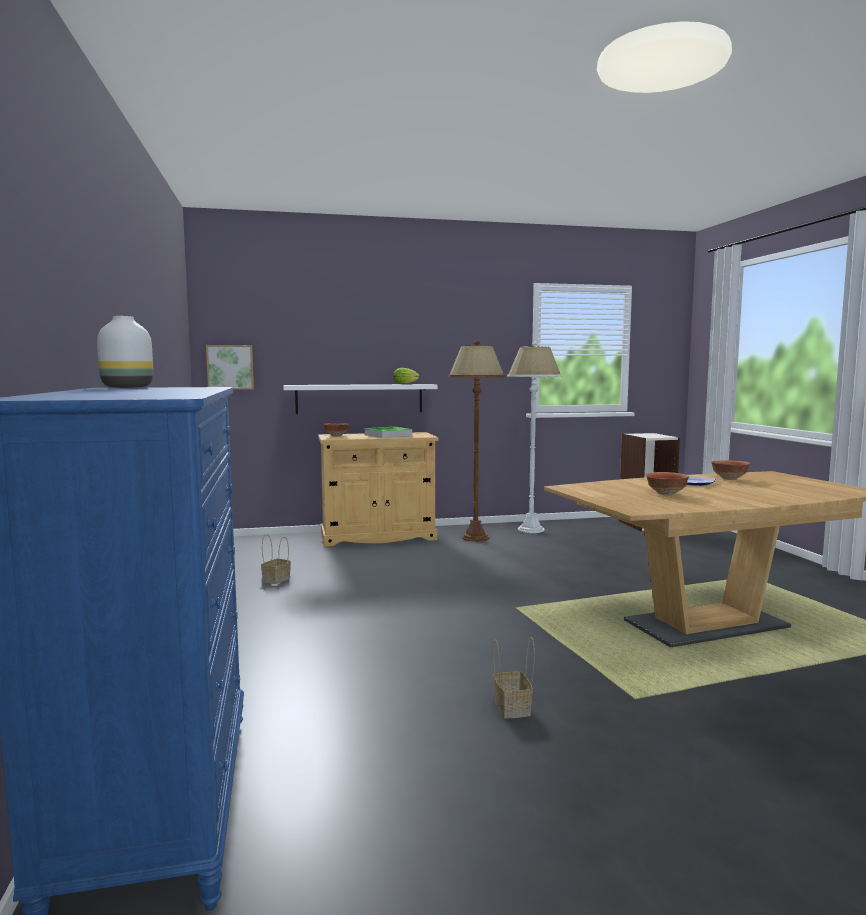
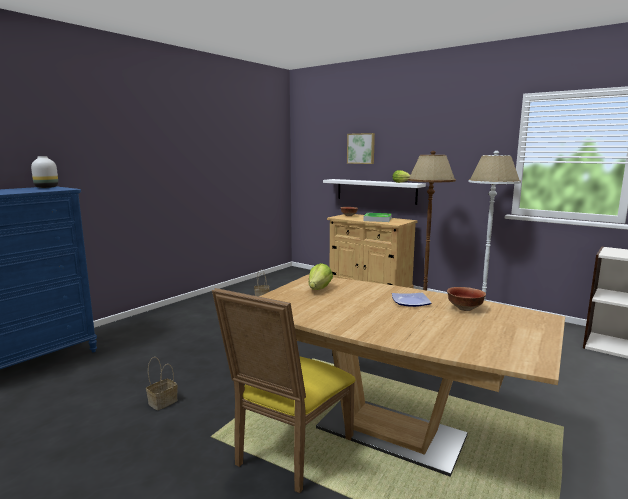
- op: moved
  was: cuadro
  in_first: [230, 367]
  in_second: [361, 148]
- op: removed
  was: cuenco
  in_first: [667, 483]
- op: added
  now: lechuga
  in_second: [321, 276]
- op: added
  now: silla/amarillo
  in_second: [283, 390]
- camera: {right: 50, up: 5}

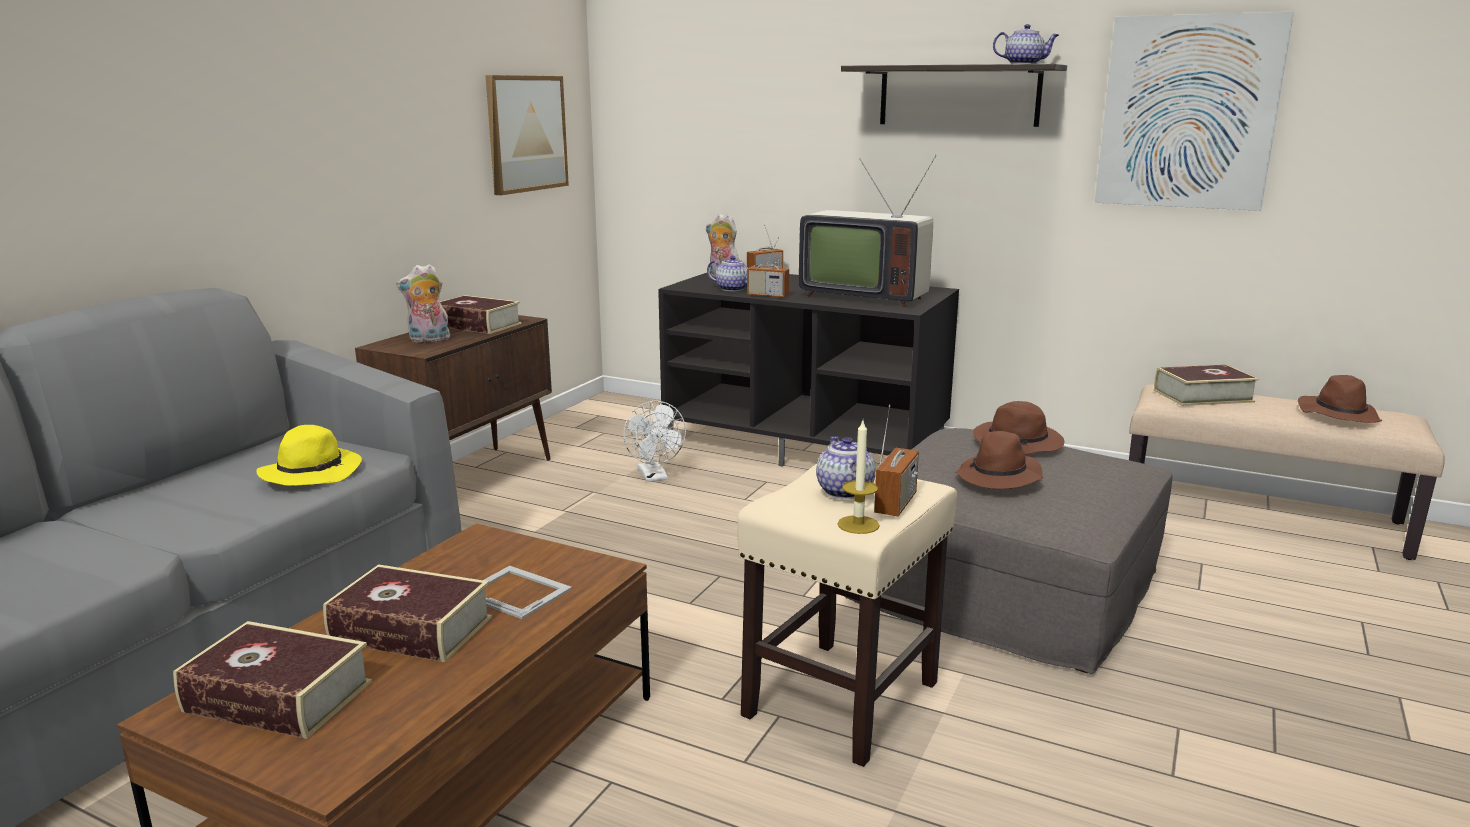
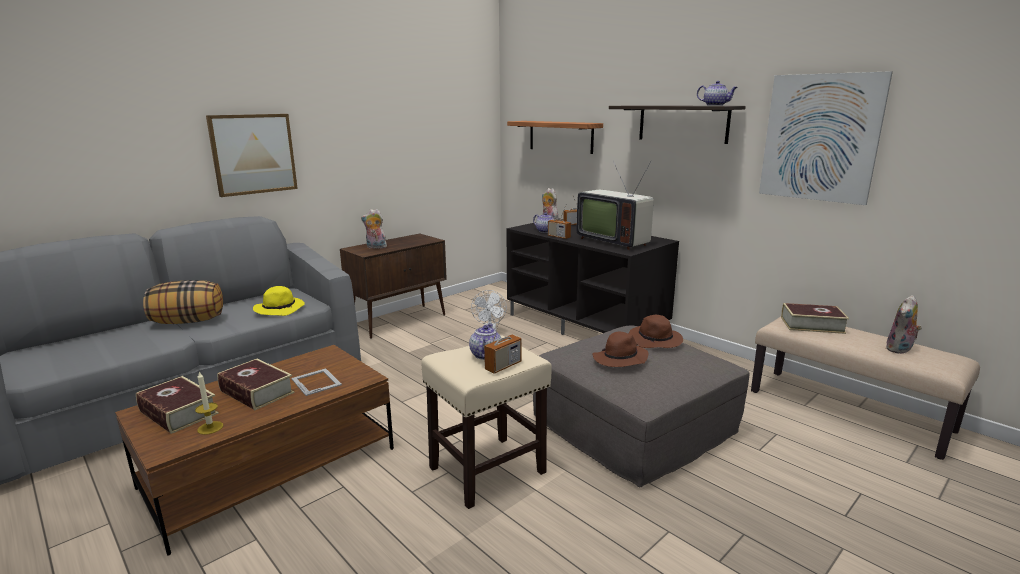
- op: moved
  was: cuadro
  in_first: [527, 135]
  in_second: [252, 155]
- op: removed
  was: libro
  in_first: [480, 314]
- op: replaced
  was: sombrero/marrón
  now: peluche
  in_first: [1340, 399]
  in_second: [904, 324]
- op: moved
  was: vela
  in_first: [858, 477]
  in_second: [209, 403]
- op: added
  now: estante
  in_second: [555, 137]
- op: added
  now: cojín
  in_second: [183, 302]
- camera: {right: 20, up: 0}

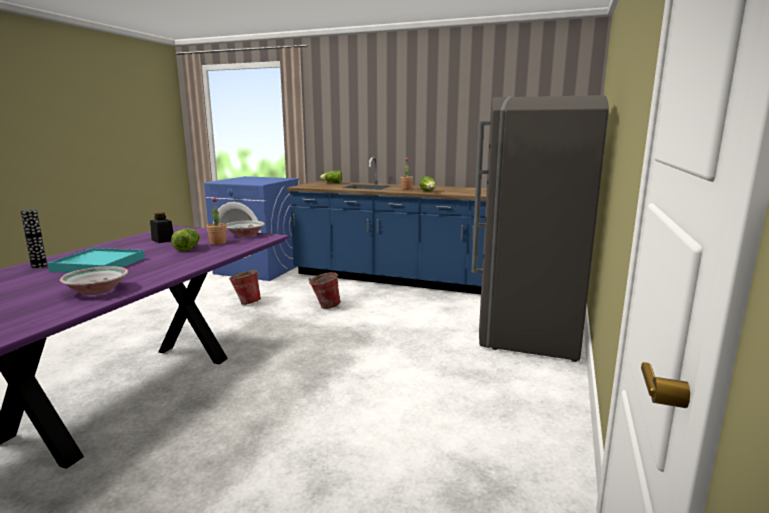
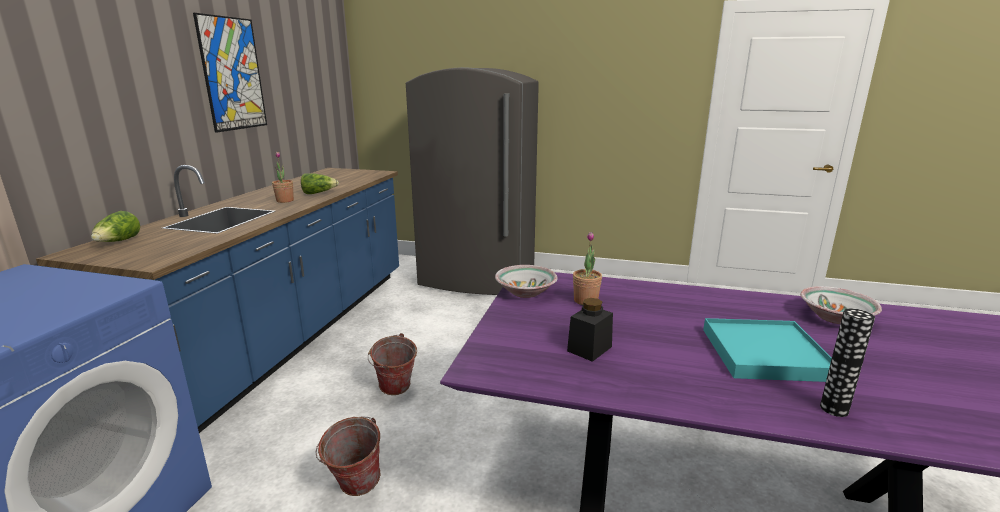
- op: removed
  was: lechuga
  in_first: [185, 240]
- op: added
  now: cuadro
  in_second: [230, 73]
- camera: {right: -95, up: 5}

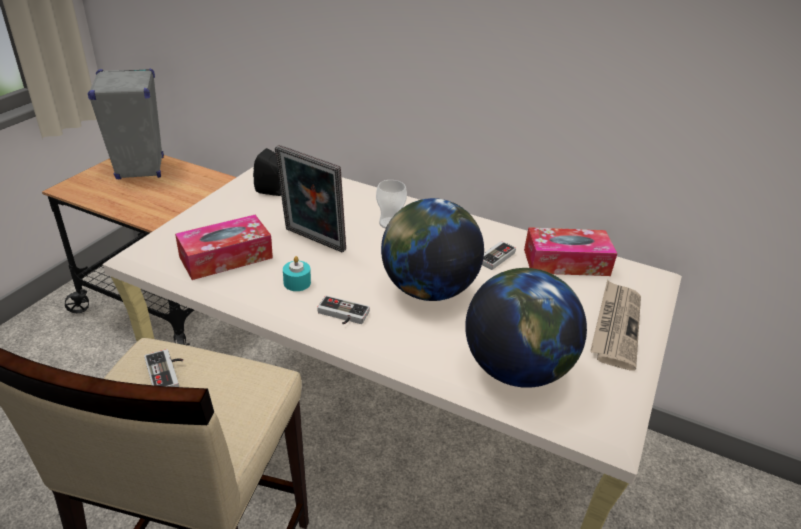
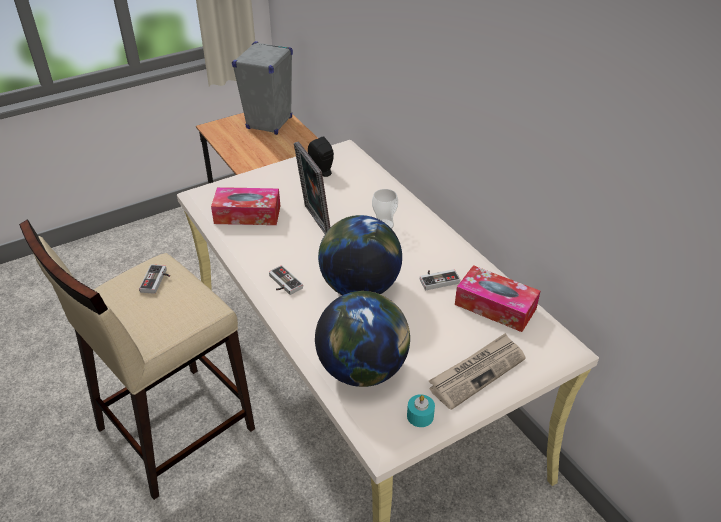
- op: moved
  was: vela/turquesa
  in_first: [297, 273]
  in_second: [421, 410]
- camera: {right: 35, up: 5}

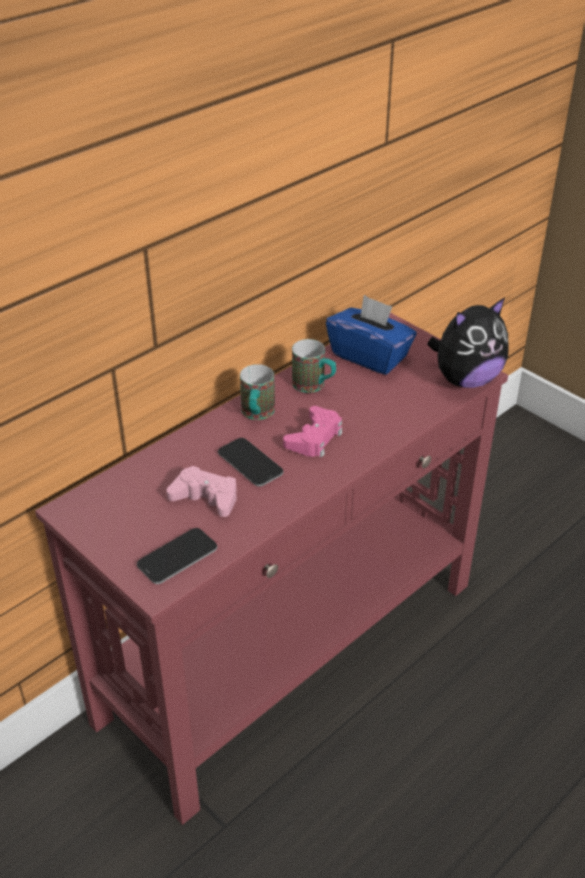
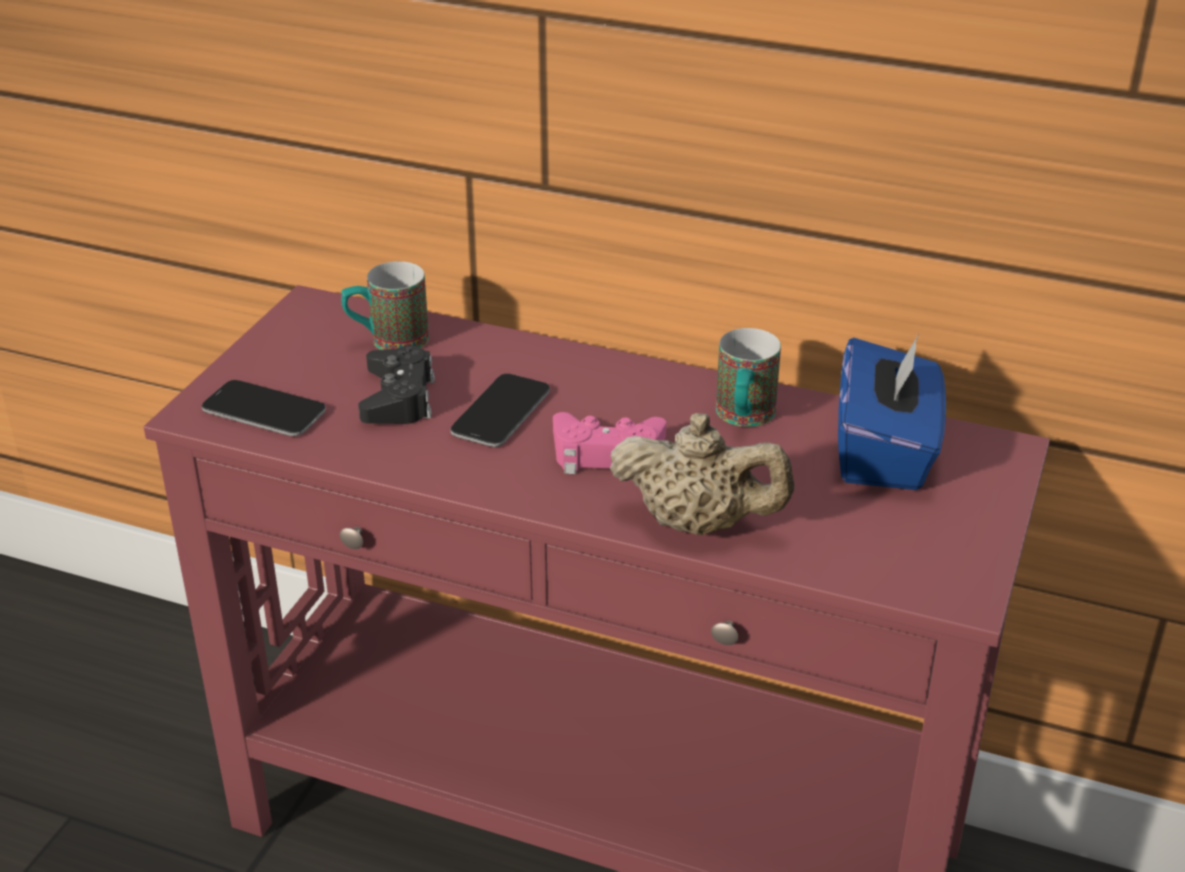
- op: removed
  was: peluche
  in_first: [467, 342]
- op: moved
  was: taza grande
  in_first: [257, 392]
  in_second: [385, 305]
- op: recoloured
  was: mando de consola/rosa
  now: mando de consola/negro
  in_first: [202, 491]
  in_second: [396, 385]
- op: added
  now: tetera/beis
  in_second: [702, 474]
- camera: {right: 65, up: -5}

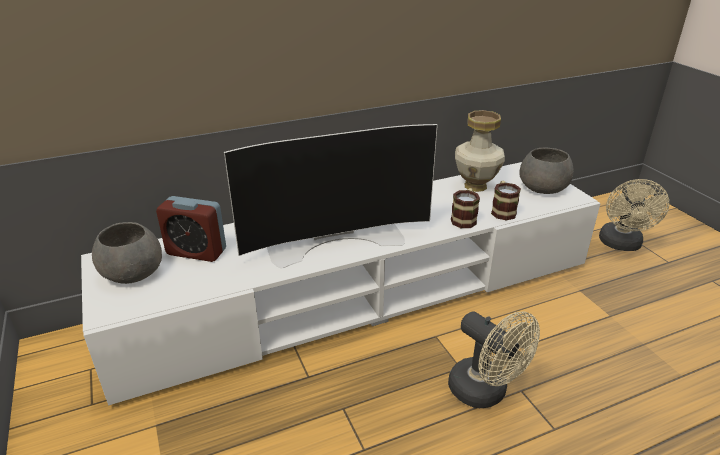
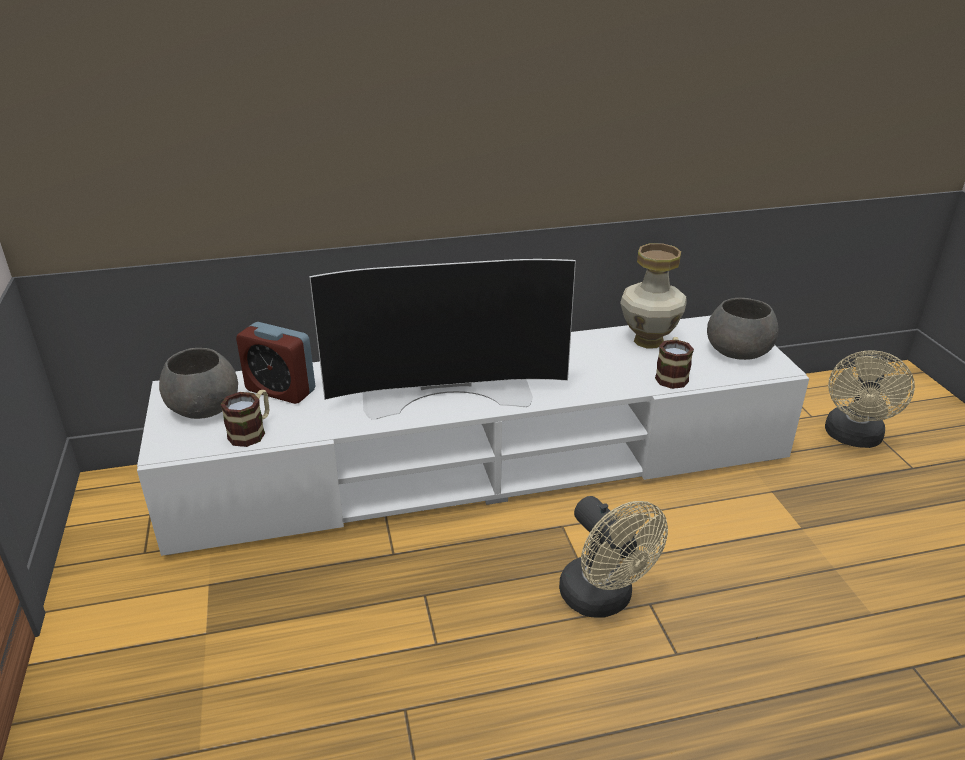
- op: moved
  was: taza grande
  in_first: [465, 208]
  in_second: [245, 418]
- camera: {right: 10, up: 0}

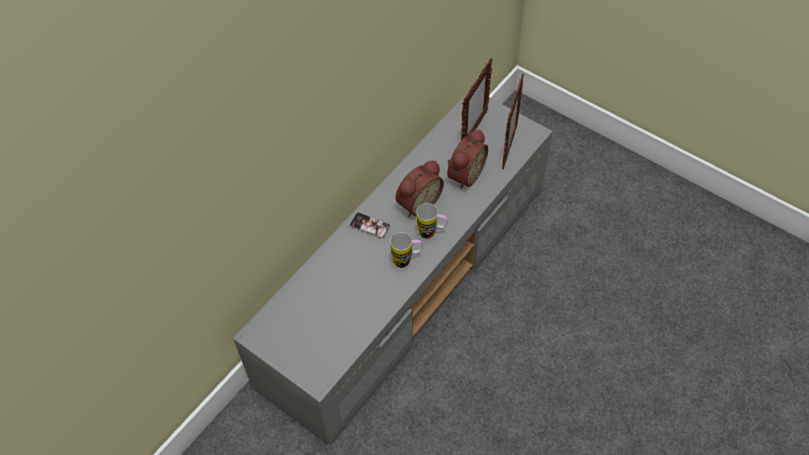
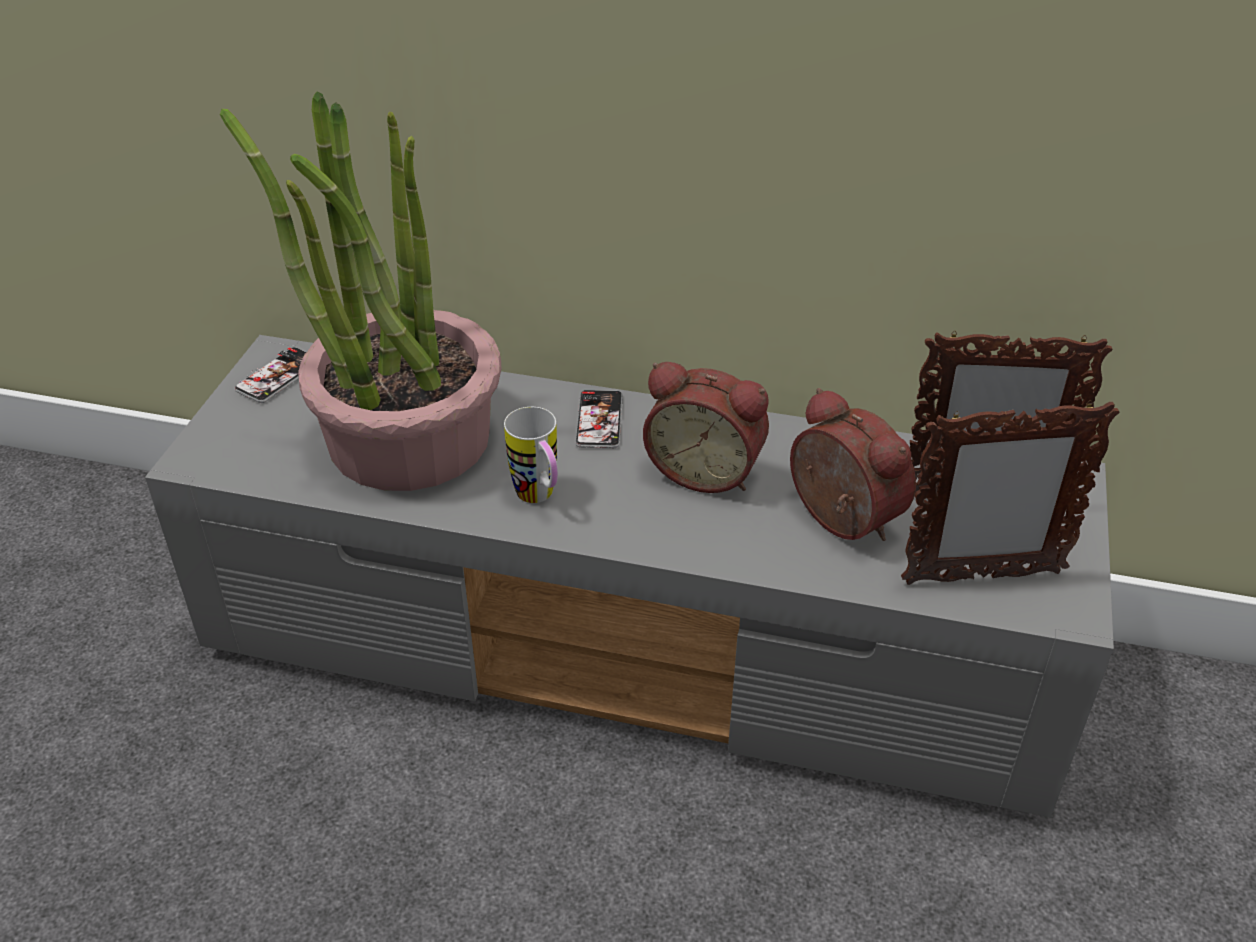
- op: turned
  was: despertador
  in_first: [467, 159]
  in_second: [853, 464]
  clockwise: -135
- op: removed
  was: taza grande
  in_first: [432, 221]
- op: added
  now: planta en maceta
  in_second: [360, 291]
- op: added
  now: móvil
  in_second: [270, 375]
- camera: {right: 65, up: -15}

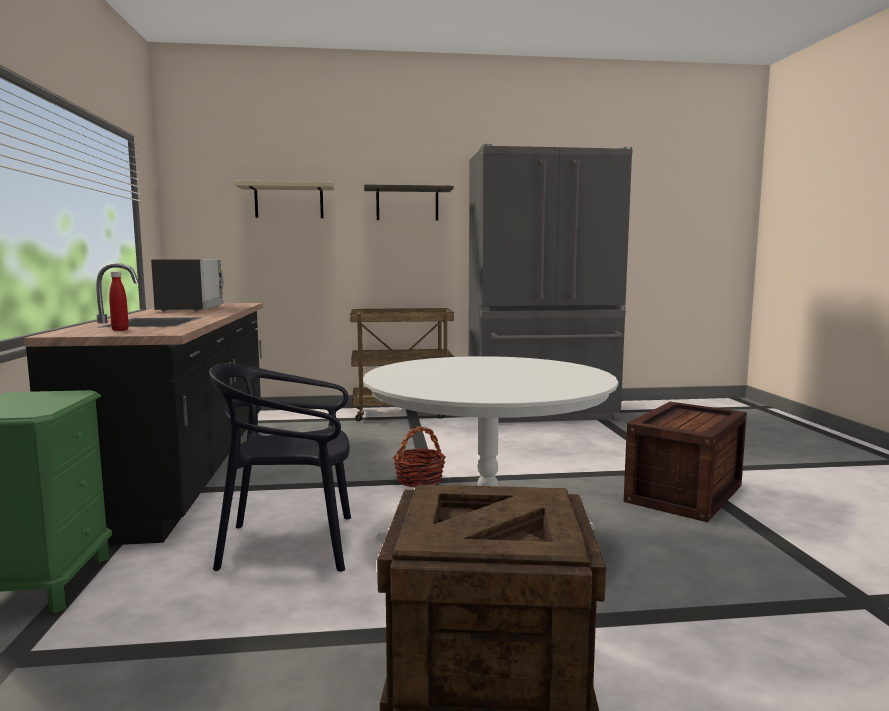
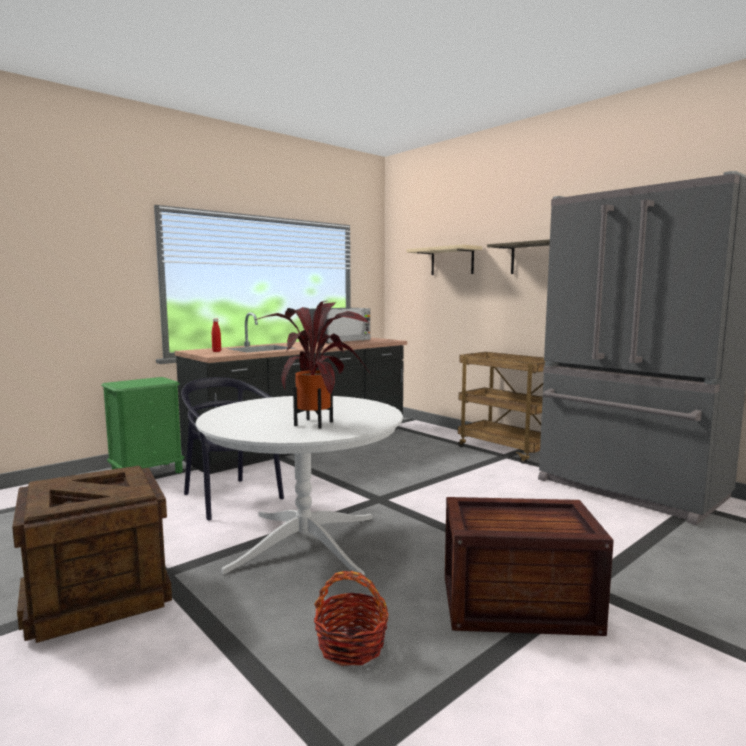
- op: moved
  was: cesta
  in_first: [419, 456]
  in_second: [351, 618]
- op: added
  now: planta en maceta
  in_second: [312, 365]
- camera: {right: 55, up: 0}

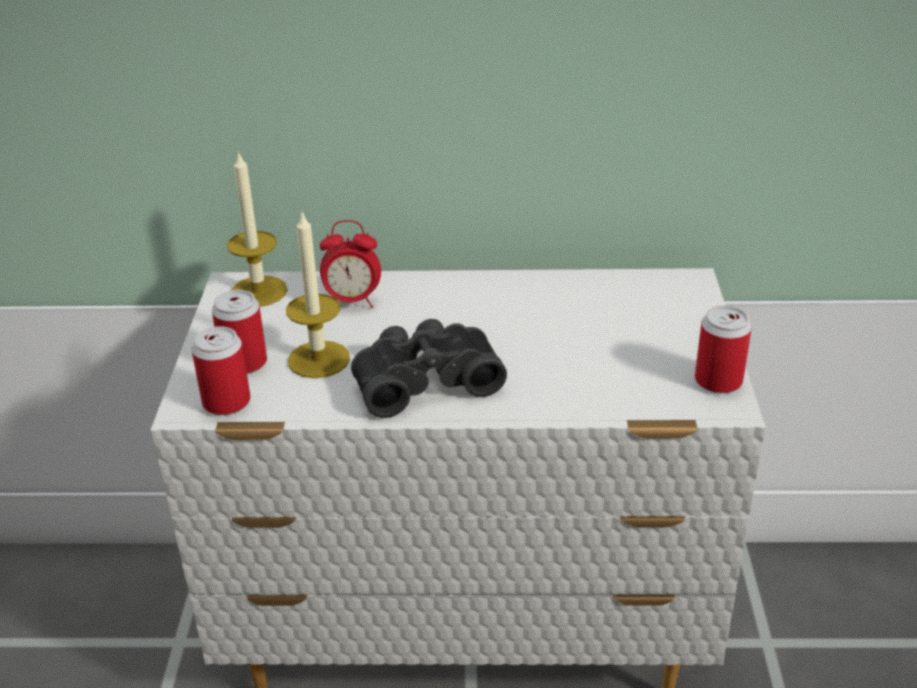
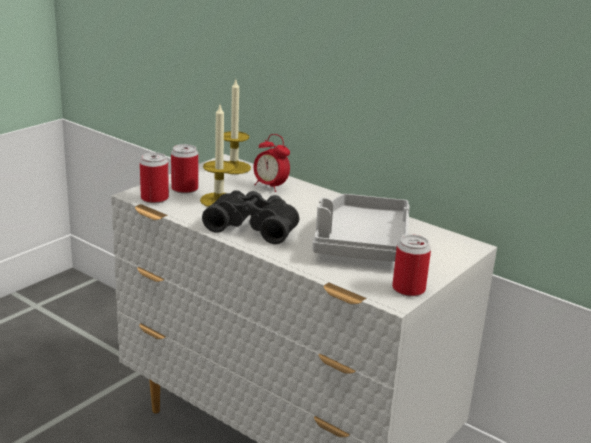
- op: added
  now: bandeja/gris
  in_second: [361, 228]
- camera: {right: 35, up: -10}

